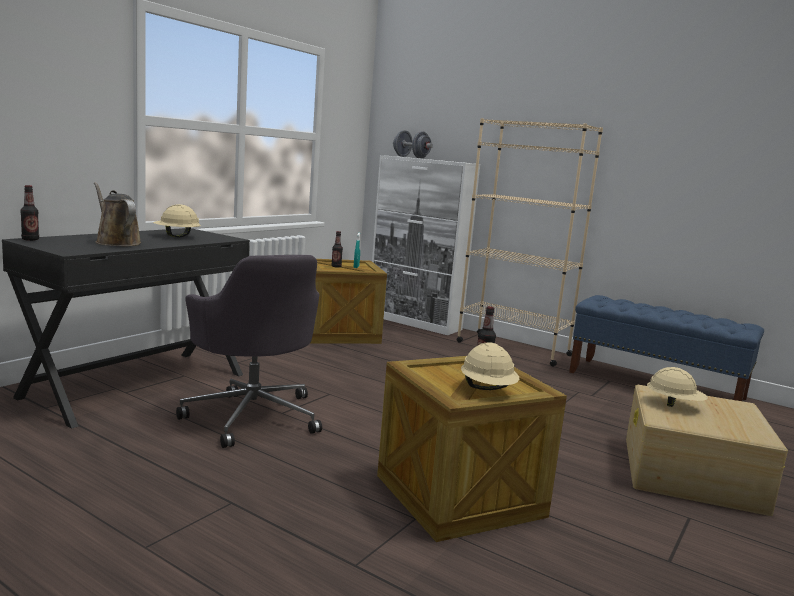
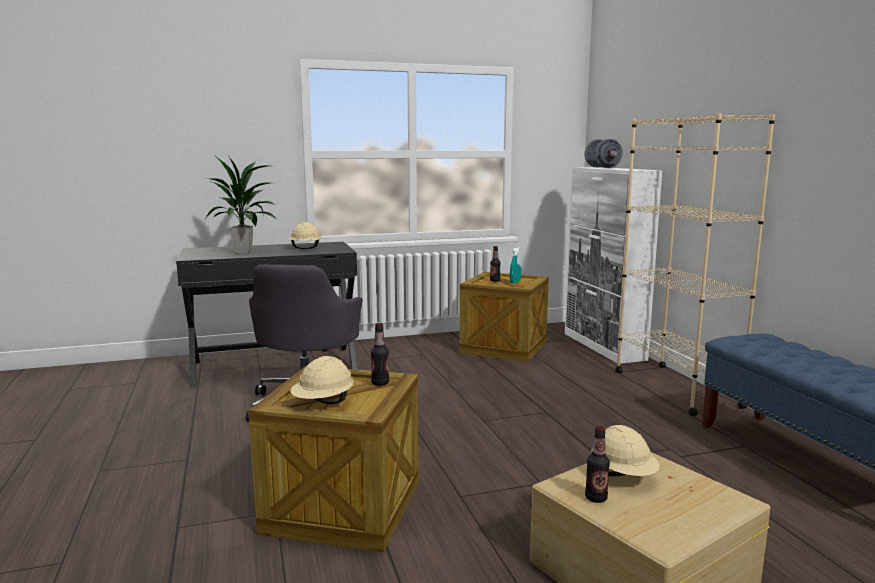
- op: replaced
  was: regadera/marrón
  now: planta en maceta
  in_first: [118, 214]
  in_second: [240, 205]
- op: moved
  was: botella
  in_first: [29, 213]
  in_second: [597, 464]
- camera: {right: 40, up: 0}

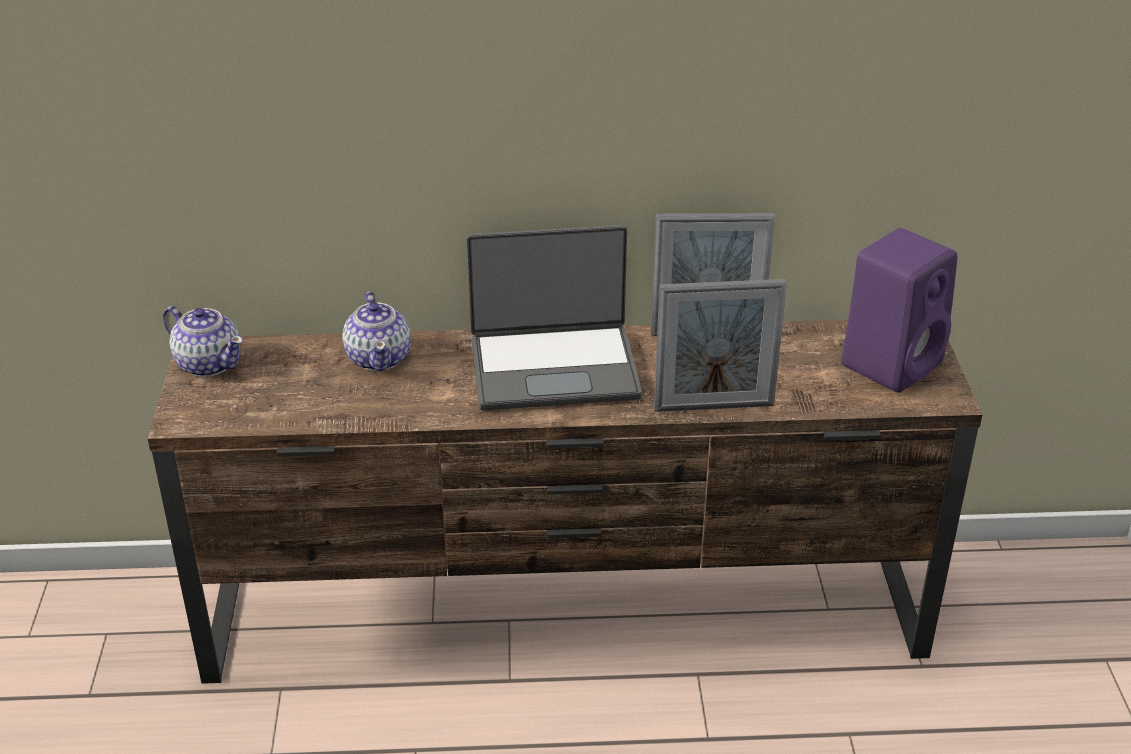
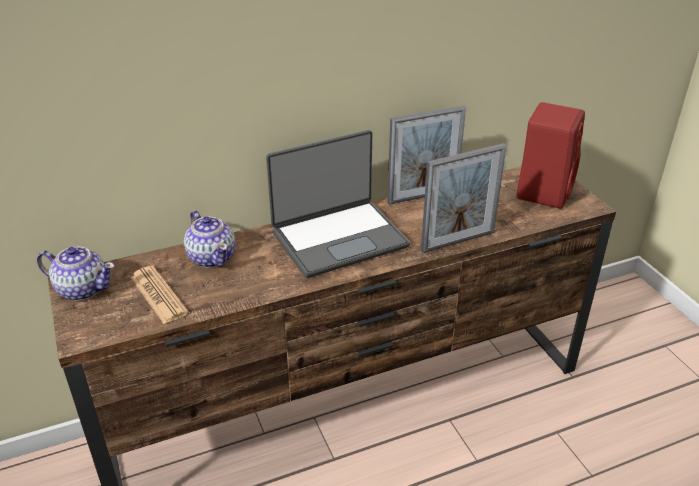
- op: recoloured
  was: altavoz/morado
  now: altavoz/rojo
  in_first: [899, 310]
  in_second: [550, 155]
- op: added
  now: periódico
  in_second: [159, 295]
- camera: {right: -20, up: 0}

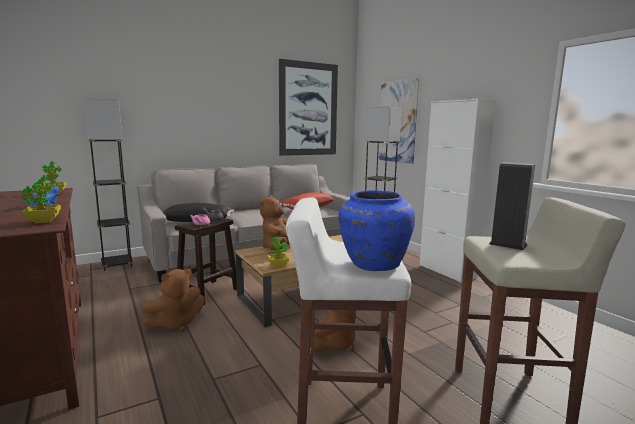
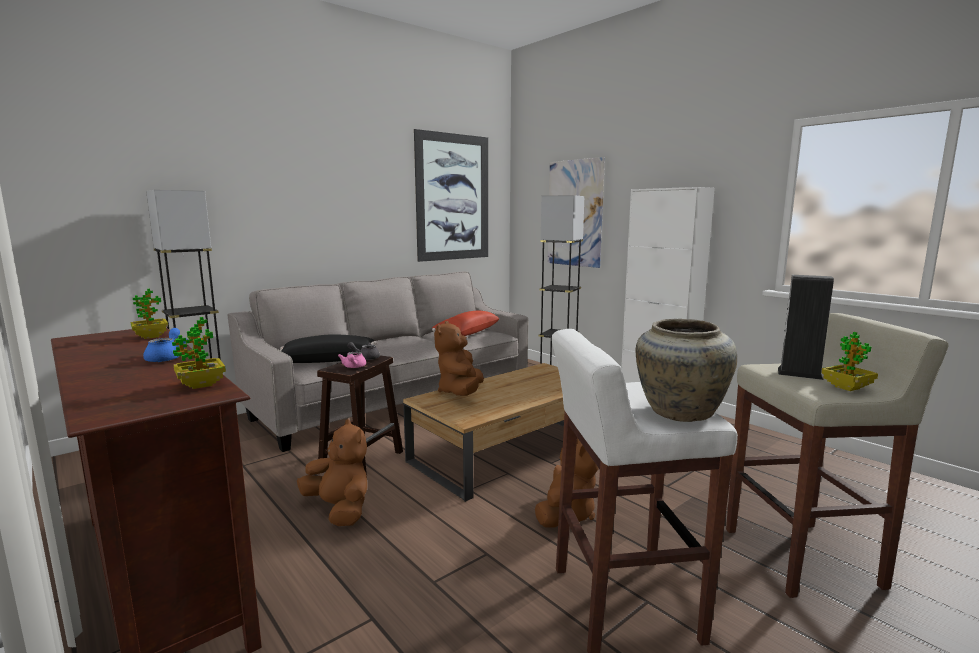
- op: recoloured
  was: florero/azul
  now: florero/beis
  in_first: [376, 230]
  in_second: [686, 370]
- op: moved
  was: planta en maceta
  in_first: [278, 252]
  in_second: [850, 361]
- op: turned
  was: peluche/marrón
  in_first: [173, 300]
  in_second: [332, 472]
  clockwise: -90
- camera: {right: -10, up: 0}

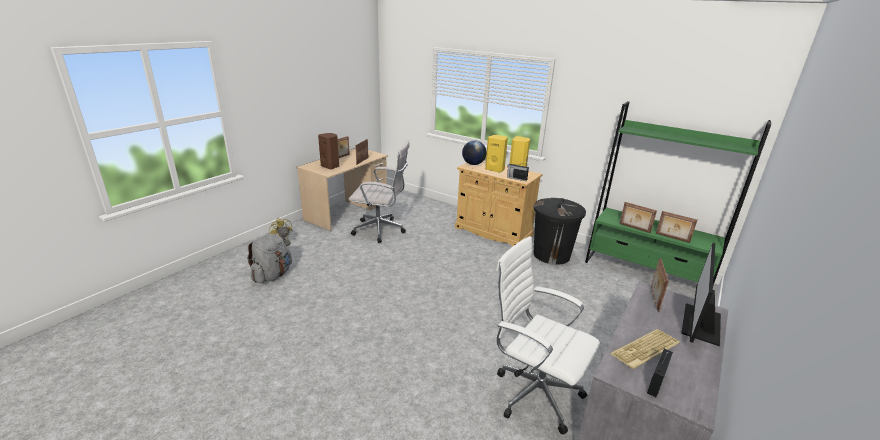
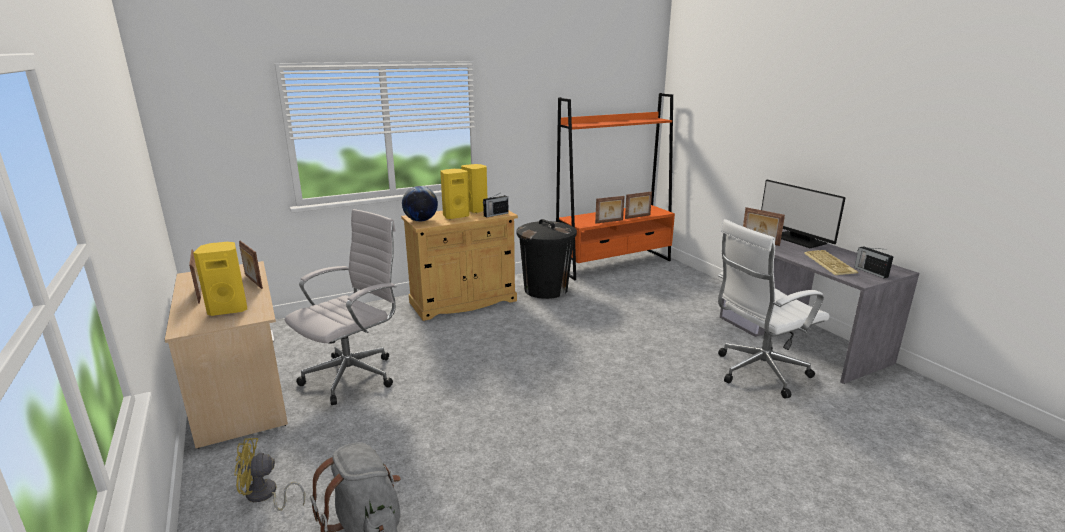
- op: recoloured
  was: estantería/verde
  now: estantería/naranja
  in_first: [678, 193]
  in_second: [615, 186]
- op: recoloured
  was: altavoz/marrón
  now: altavoz/amarillo
  in_first: [328, 151]
  in_second: [220, 279]
- camera: {right: -60, up: -5}

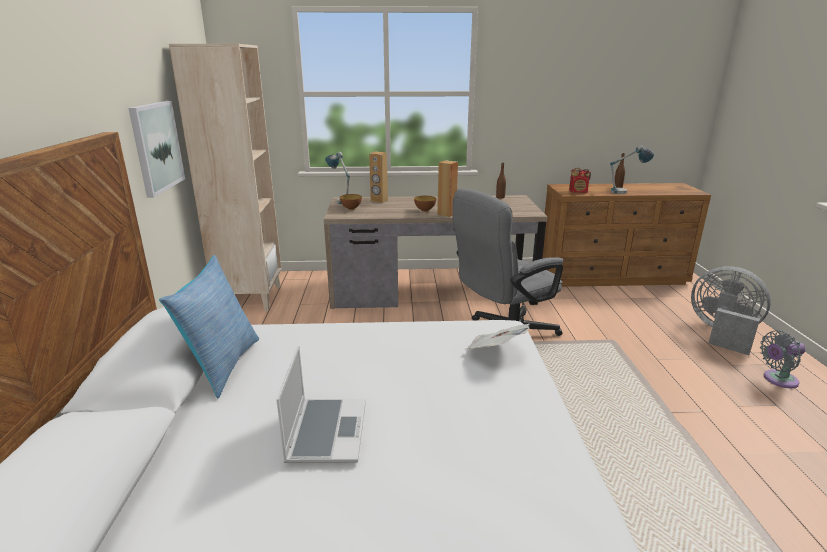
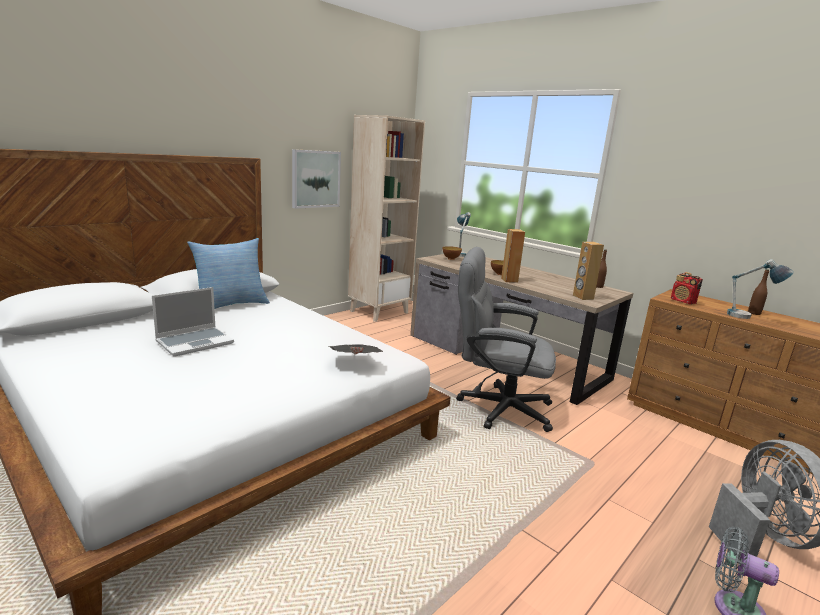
- op: moved
  was: altavoz/marrón
  in_first: [378, 177]
  in_second: [588, 271]
- camera: {right: 45, up: -5}

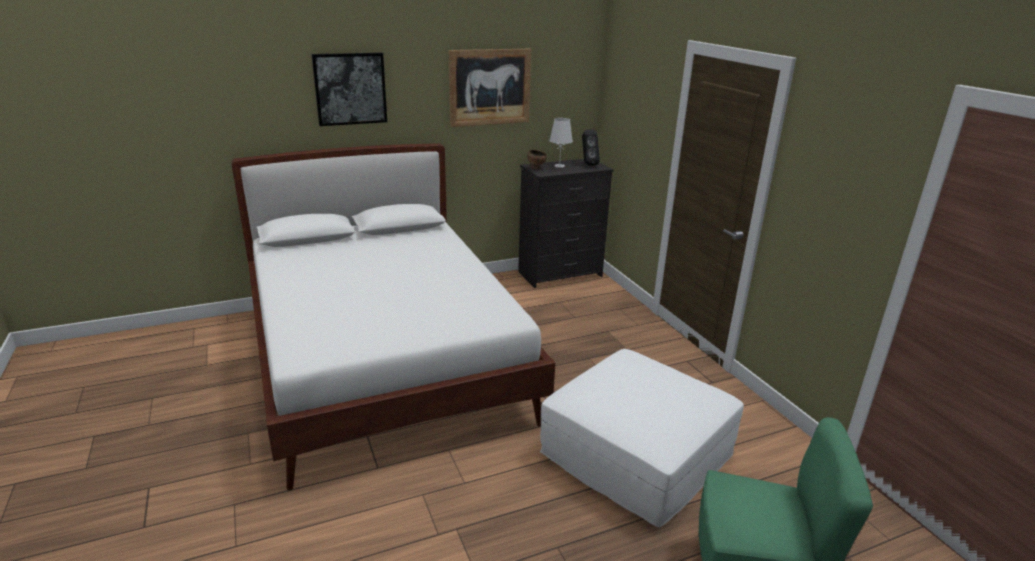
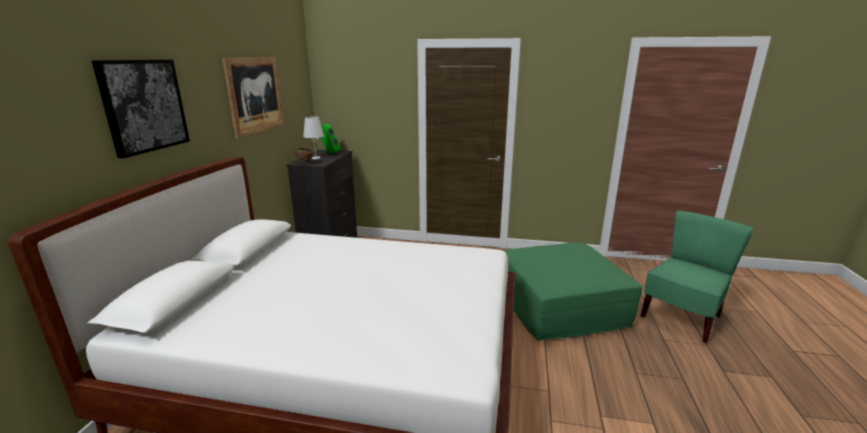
- op: recoloured
  was: altavoz/negro
  now: altavoz/verde
  in_first: [591, 148]
  in_second: [330, 138]
- op: recoloured
  was: puf/blanco
  now: puf/verde
  in_first: [642, 438]
  in_second: [572, 291]
- camera: {right: -55, up: -5}

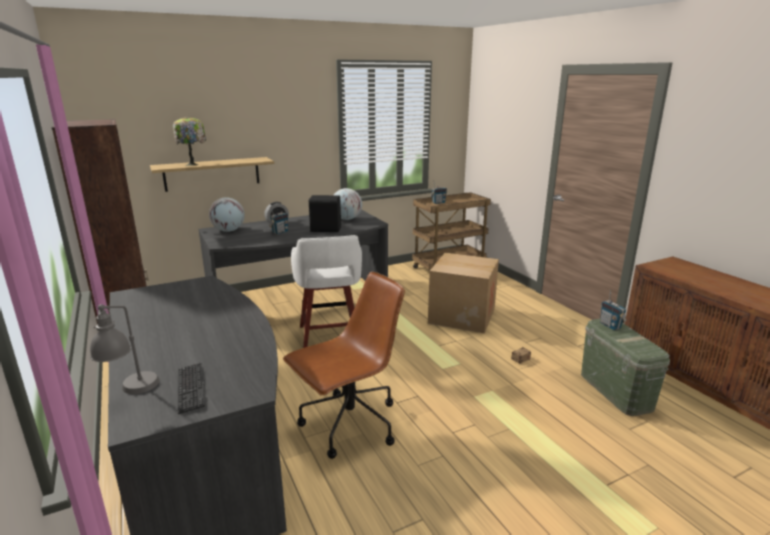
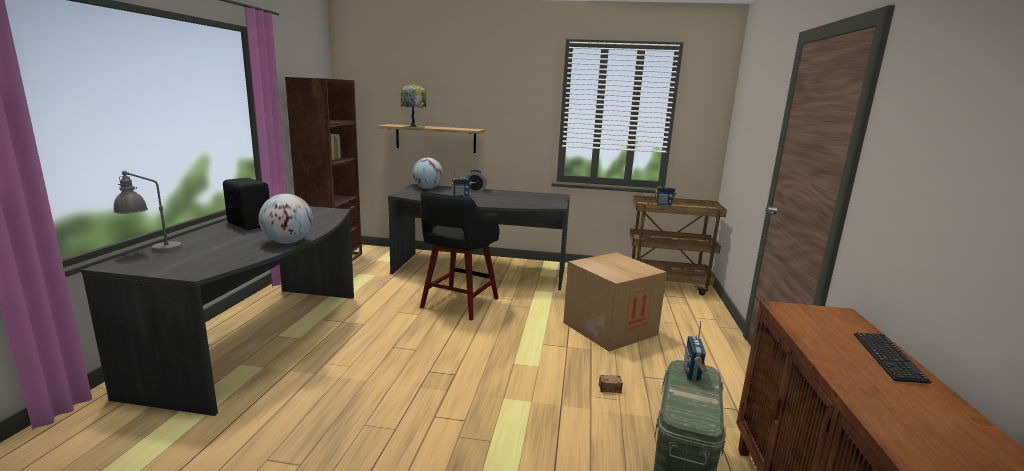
- op: moved
  was: globo terráqueo
  in_first: [348, 204]
  in_second: [286, 219]
- op: moved
  was: altavoz/negro
  in_first: [325, 213]
  in_second: [246, 204]
- op: recoloured
  was: taburete/blanco
  now: taburete/negro
  in_first: [326, 291]
  in_second: [460, 256]
- op: removed
  was: silla de oficina/marrón
  in_first: [344, 365]
- op: moved
  was: teclado
  in_first: [191, 388]
  in_second: [893, 358]
- camera: {right: 35, up: -5}

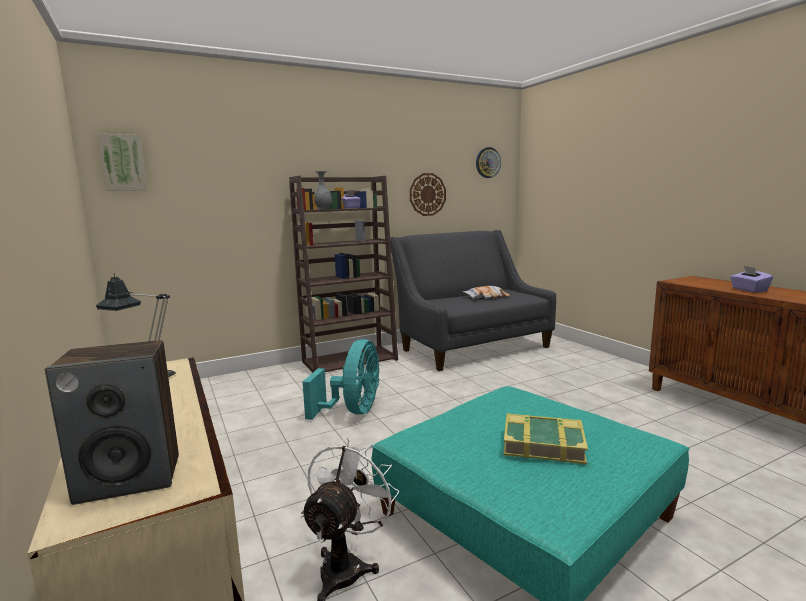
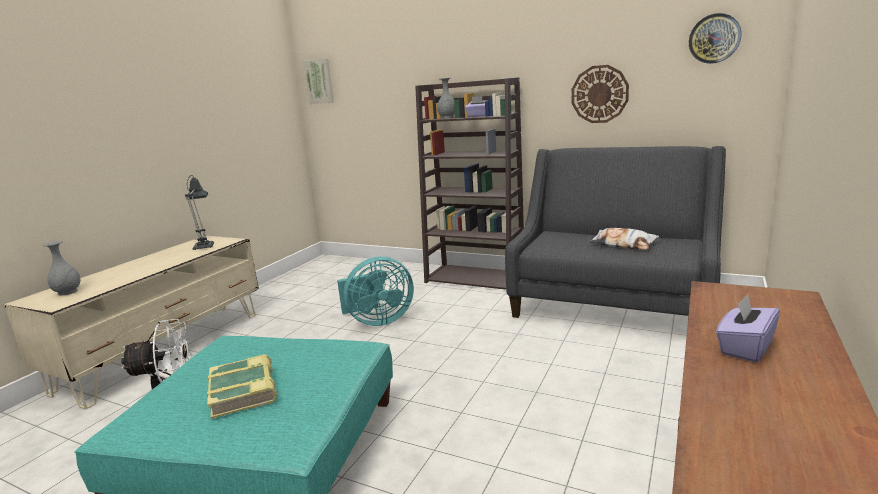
- op: replaced
  was: altavoz
  now: florero/gris
  in_first: [112, 422]
  in_second: [62, 268]
- camera: {right: 55, up: 5}

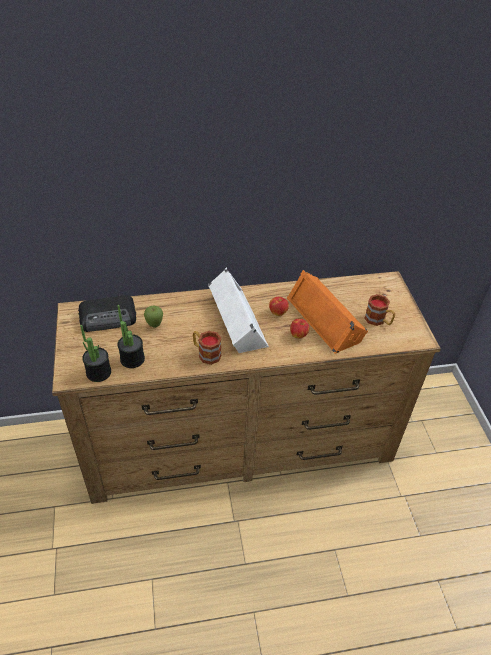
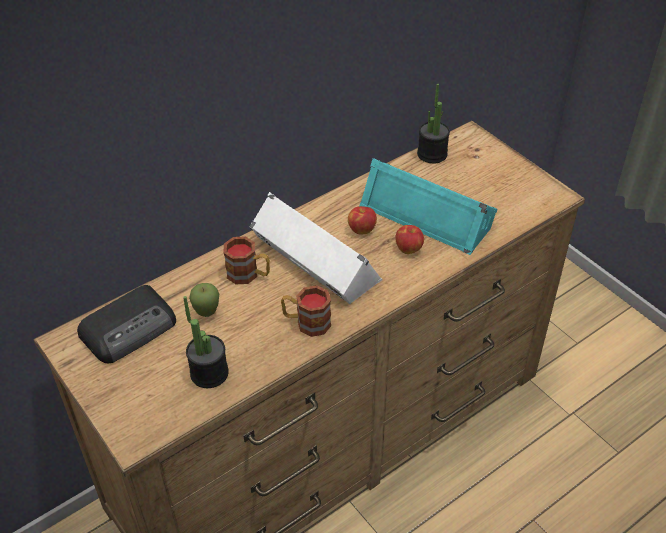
- op: recoloured
  was: altavoz/naranja
  now: altavoz/turquesa
  in_first: [327, 312]
  in_second: [428, 206]
- op: moved
  was: taza grande
  in_first: [380, 310]
  in_second: [247, 260]
- op: moved
  was: planta en maceta
  in_first: [95, 353]
  in_second: [433, 124]
- camera: {right: -25, up: 0}

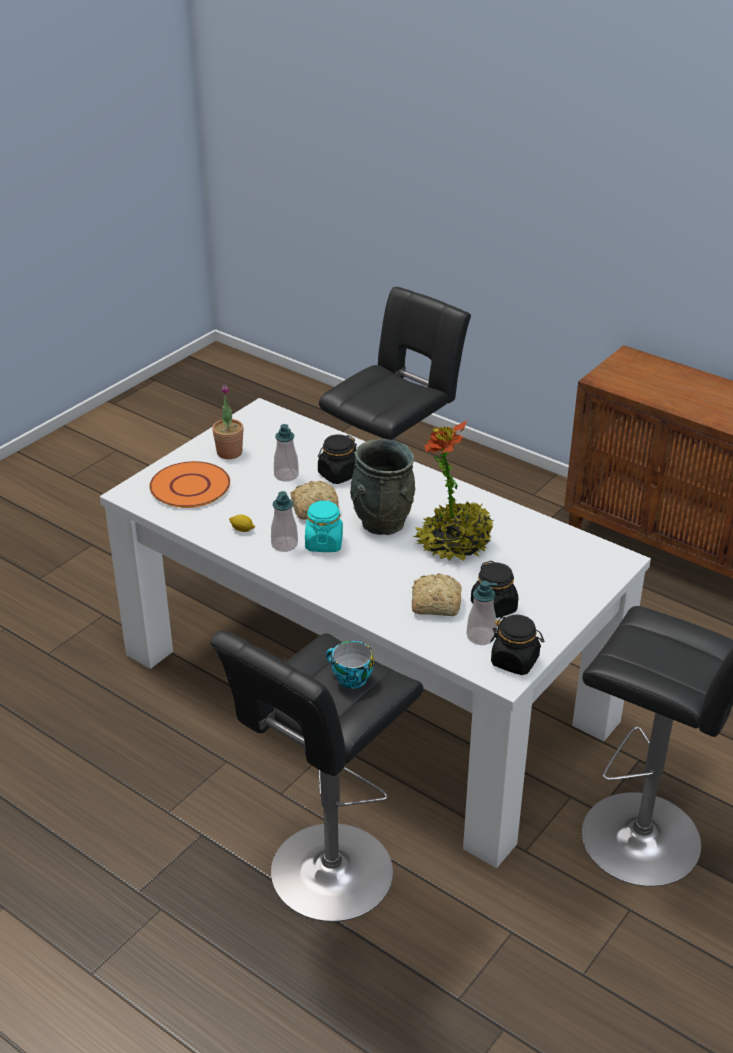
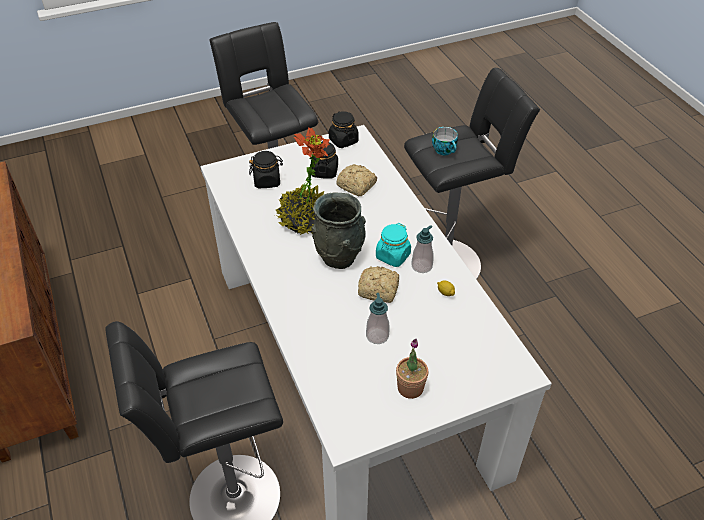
- op: moved
  was: tarro/negro
  in_first: [337, 459]
  in_second: [266, 169]
- op: removed
  was: plato/naranja
  in_first: [189, 484]
- op: removed
  was: dispensador de jabón
  in_first: [482, 613]
- camera: {right: -150, up: 10}

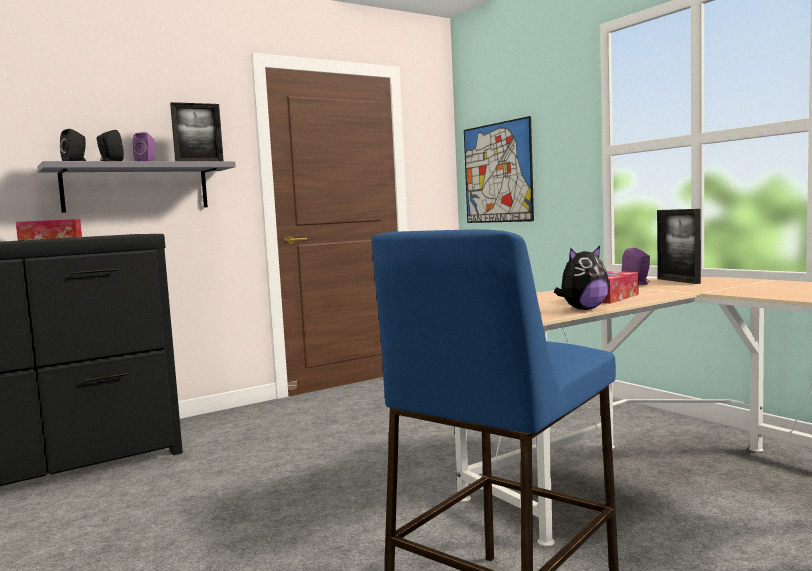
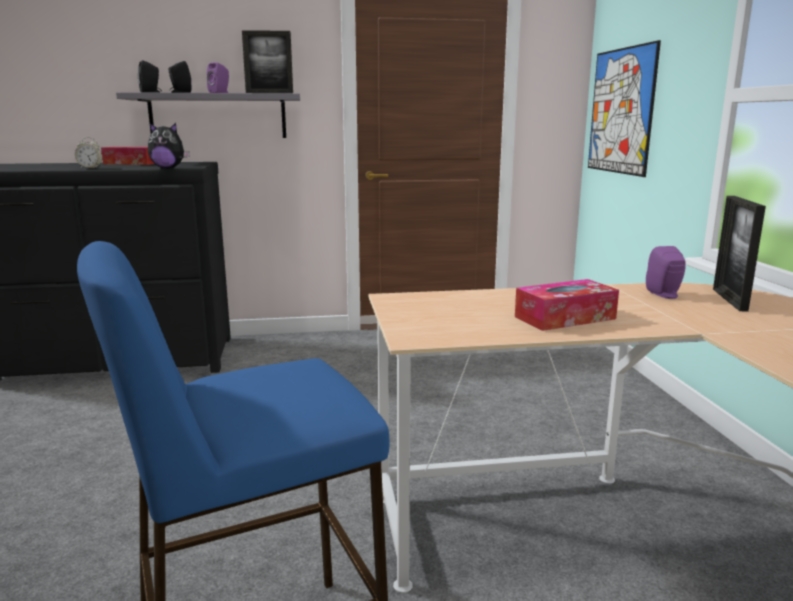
- op: moved
  was: peluche
  in_first: [581, 278]
  in_second: [169, 146]
- op: added
  now: despertador
  in_second: [89, 152]
- camera: {right: 25, up: 10}

